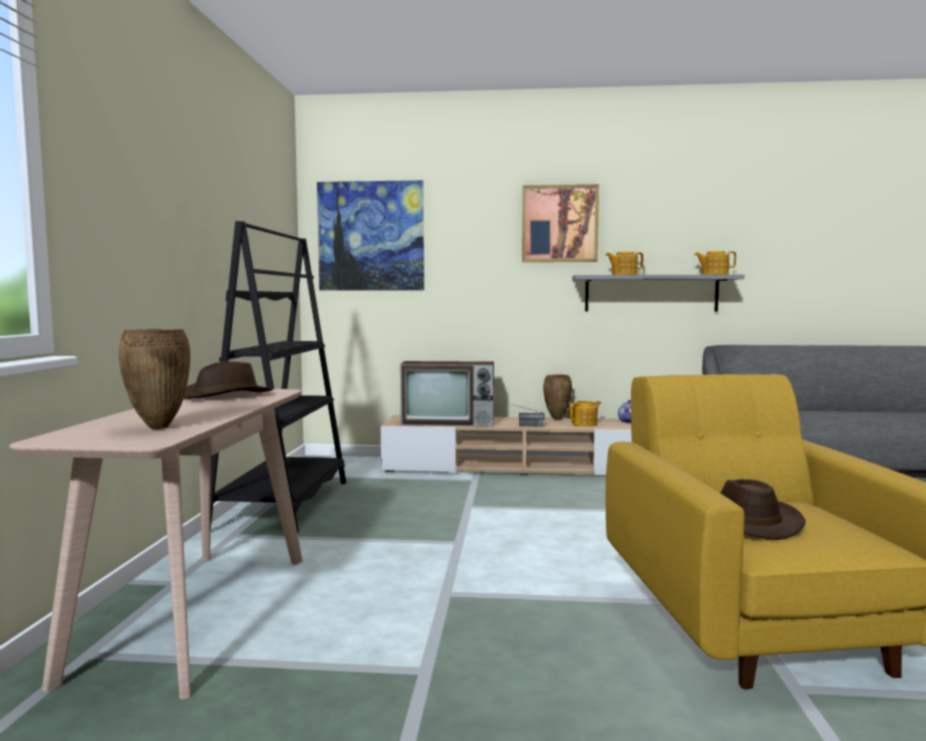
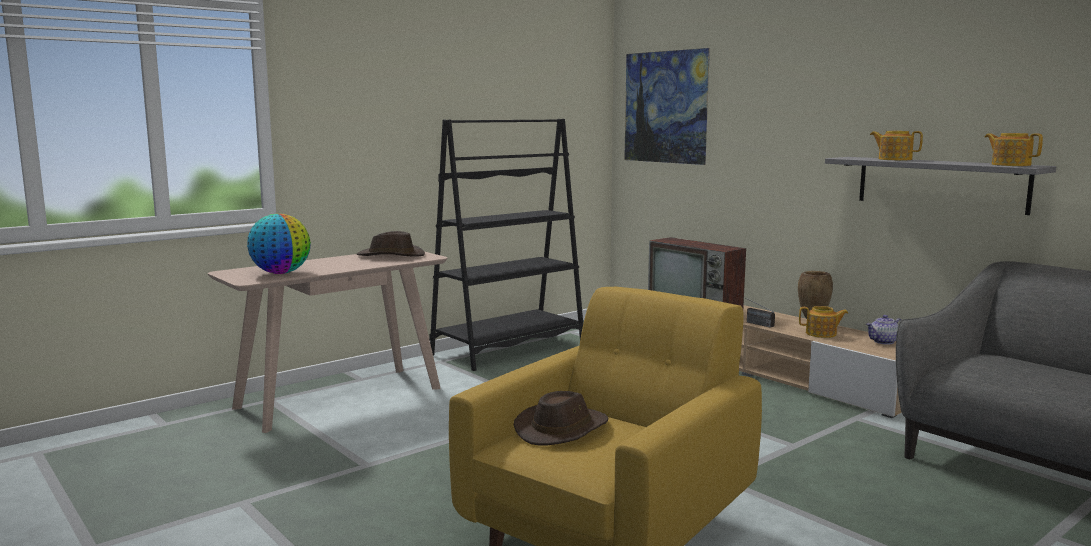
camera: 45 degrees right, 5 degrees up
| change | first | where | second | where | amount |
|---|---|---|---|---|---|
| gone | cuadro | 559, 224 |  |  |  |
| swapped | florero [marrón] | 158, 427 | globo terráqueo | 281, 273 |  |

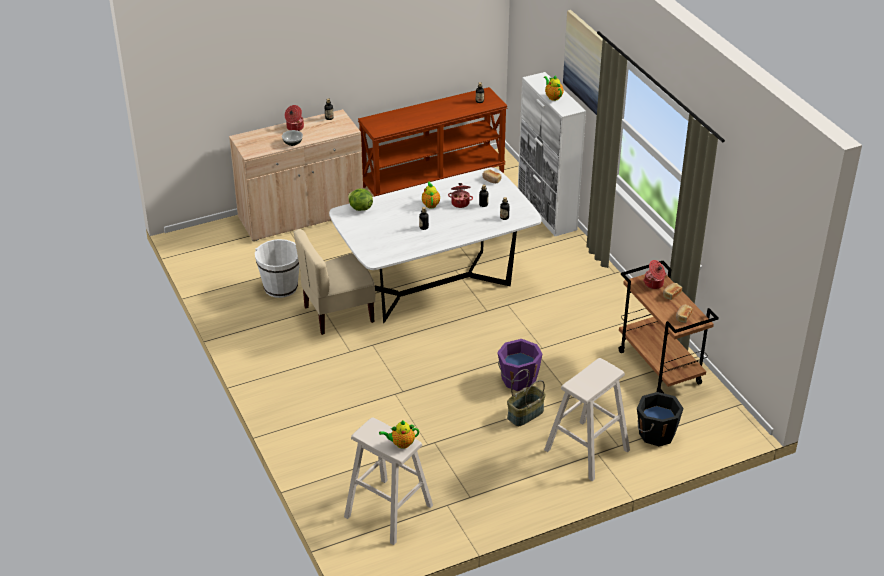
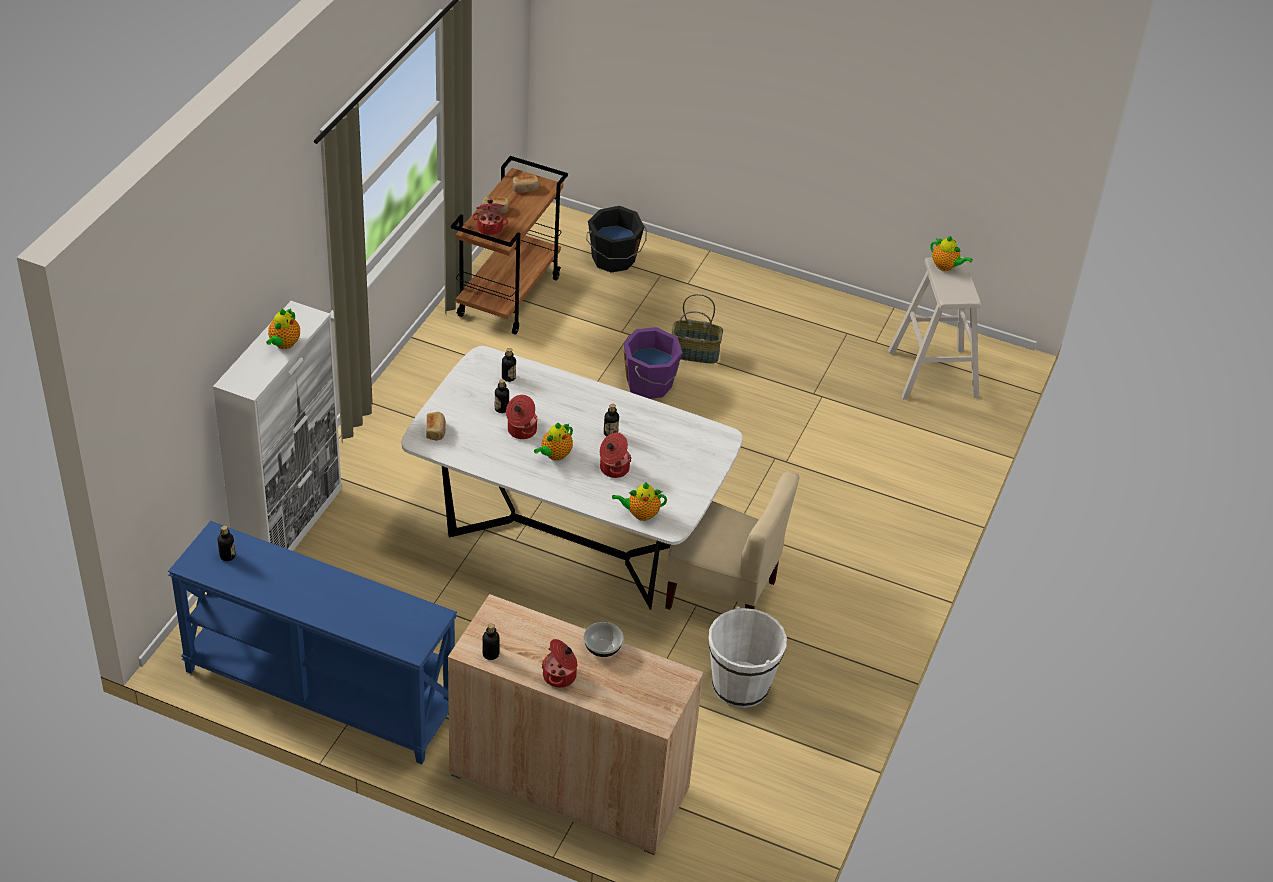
camera: 135 degrees left, 5 degrees up
| change | first | where | second | where | amount |
|---|---|---|---|---|---|
| gone | taburete [beis] | 586, 450 |  |  |  |
| gone | cuadro | 586, 62 |  |  |  |
| new |  |  | olla | 613, 468 |  |
| swapped | lechuga | 360, 208 | tetera | 640, 514 |  |
| repainted | mesa consola [marrón] | 433, 178 | mesa consola [azul] | 318, 693 |  |

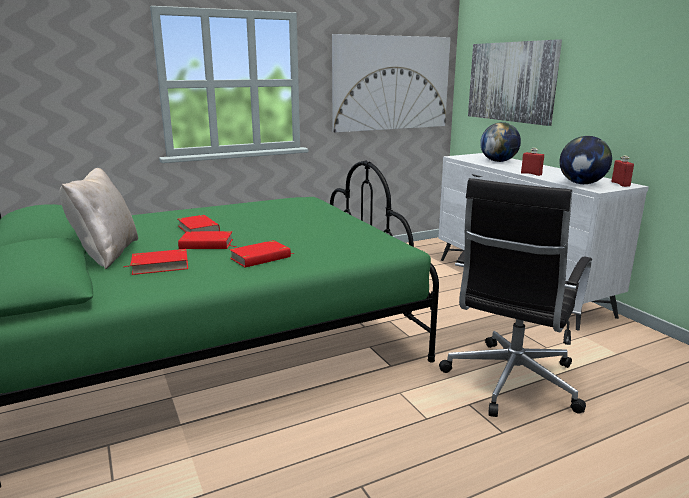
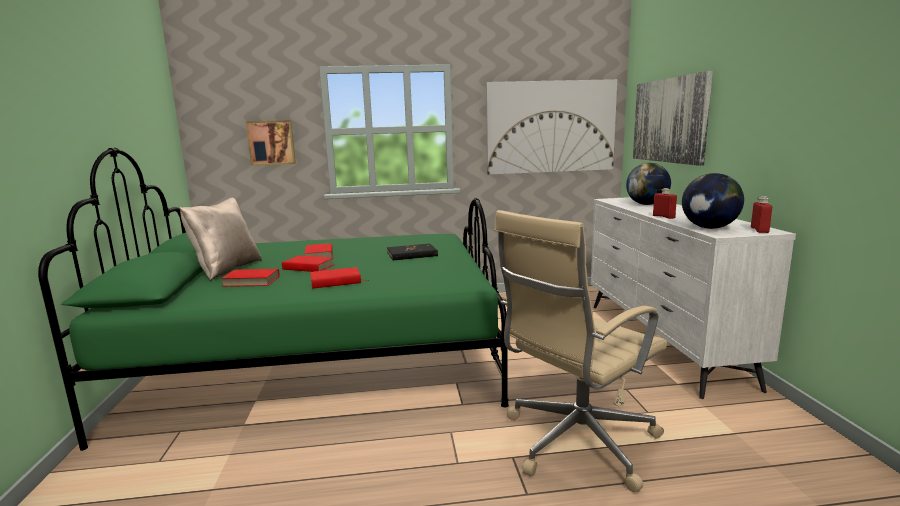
camera: 20 degrees right, 5 degrees down
| change | first | where | second | where | amount |
|---|---|---|---|---|---|
| new |  |  | cuadro | 271, 142 |  |
| new |  |  | libro [negro] | 412, 254 |  |
| repainted | silla de oficina [negro] | 510, 382 | silla de oficina [beis] | 576, 442 |  |

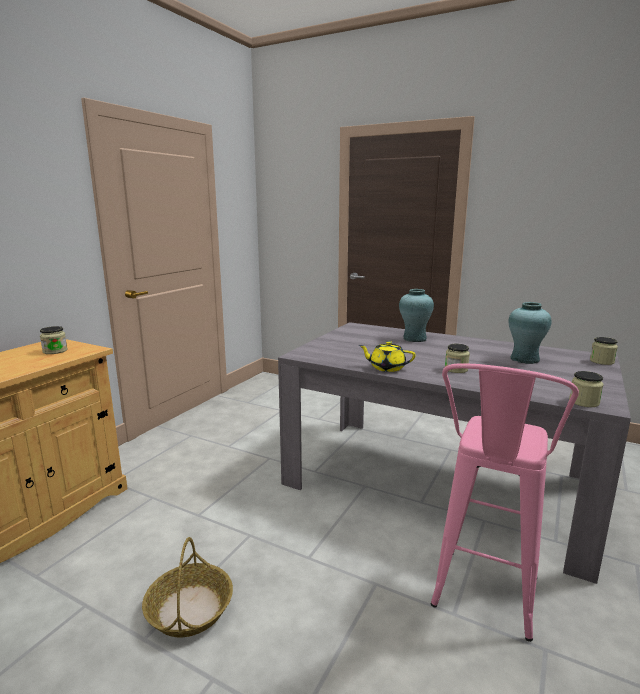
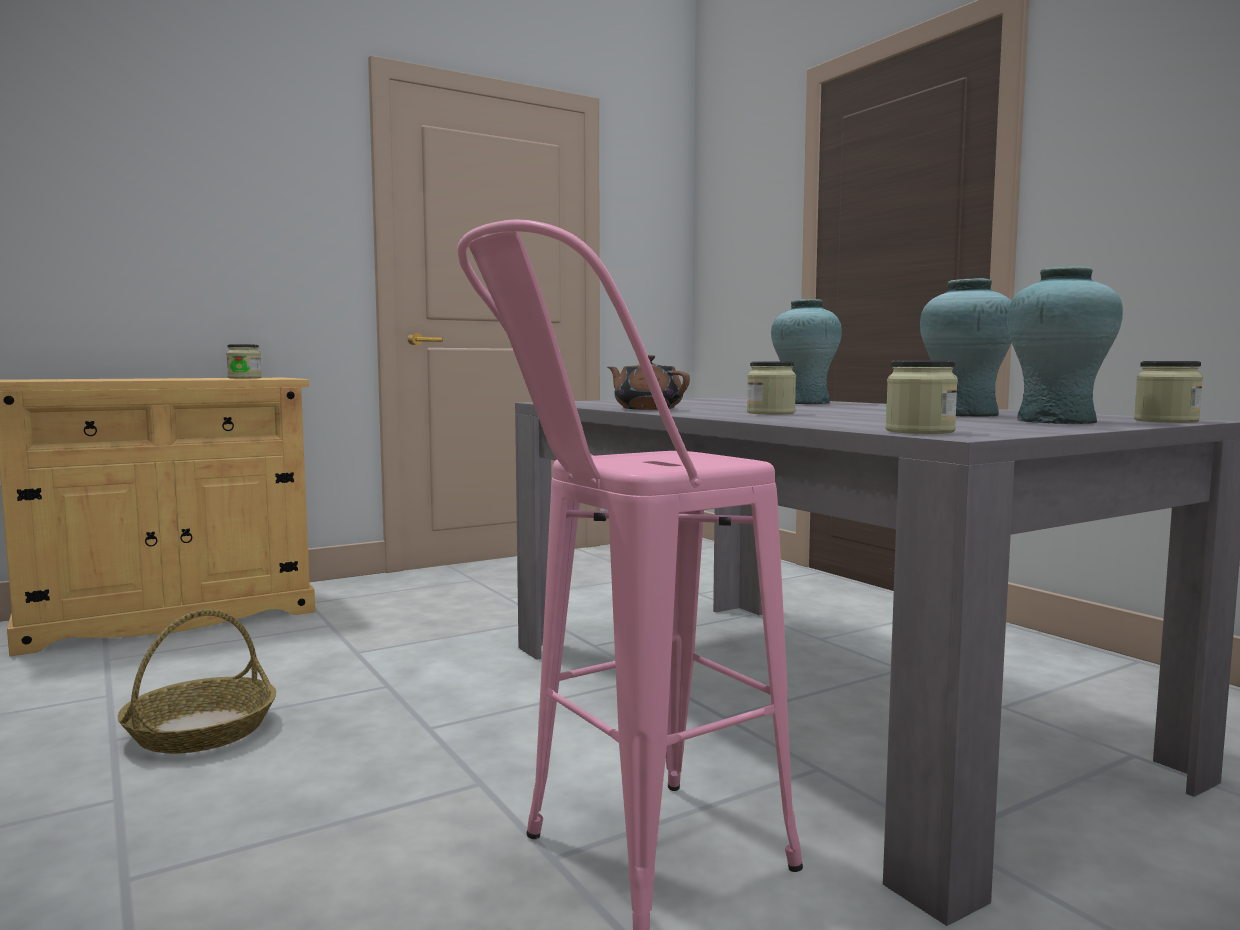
camera: 30 degrees right, 10 degrees down
| change | first | where | second | where | amount |
|---|---|---|---|---|---|
| new |  |  | florero [turquesa] | 1055, 421 |  |
| repainted | tetera [amarillo] | 386, 368 | tetera [marrón] | 647, 409 |  |

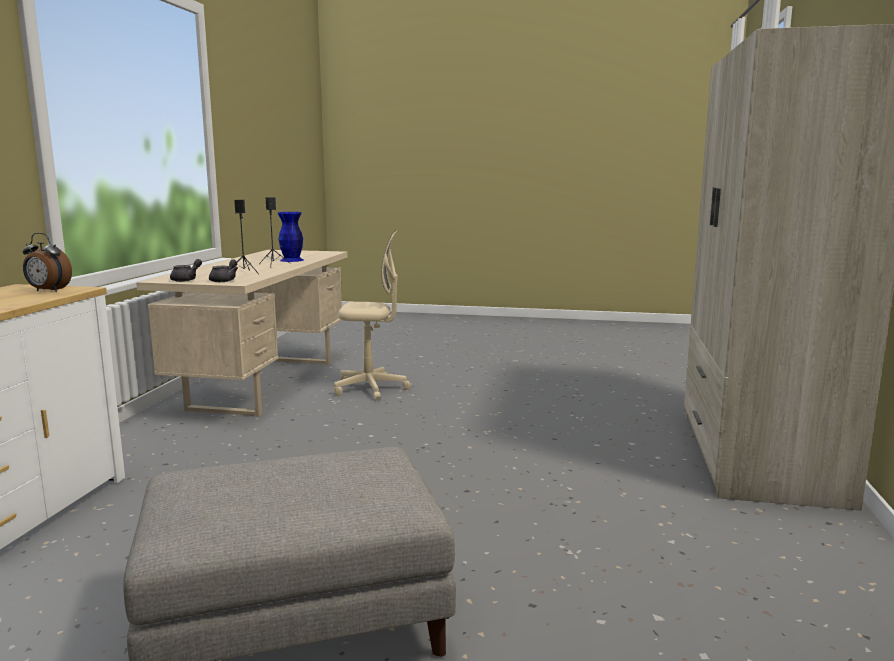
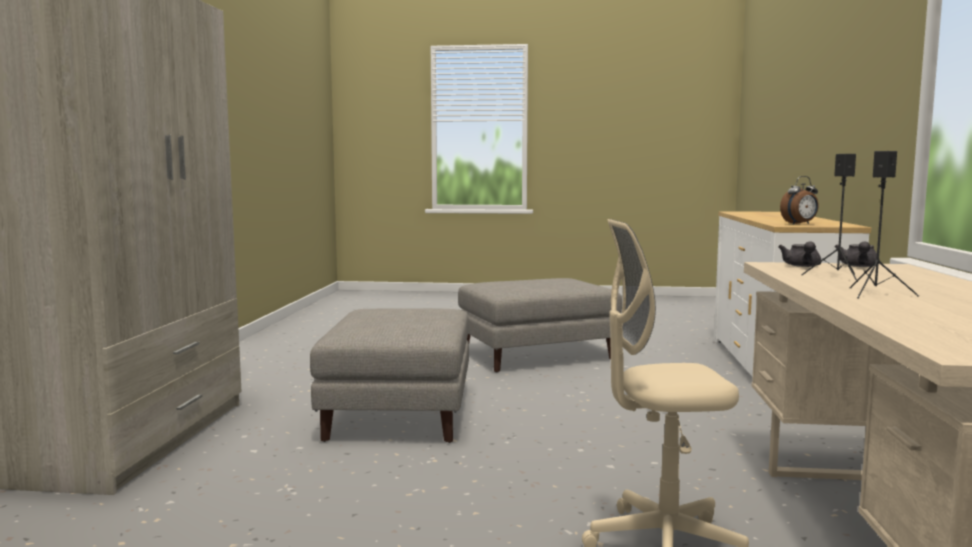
camera: 175 degrees right, 5 degrees down
| change | first | where | second | where | amount |
|---|---|---|---|---|---|
| gone | florero [azul] | 291, 260 |  |  |  |
| new |  |  | puf [gris] | 398, 412 |  |
| rotated | despertador | 48, 291 |  | 799, 224 | 150 degrees clockwise |

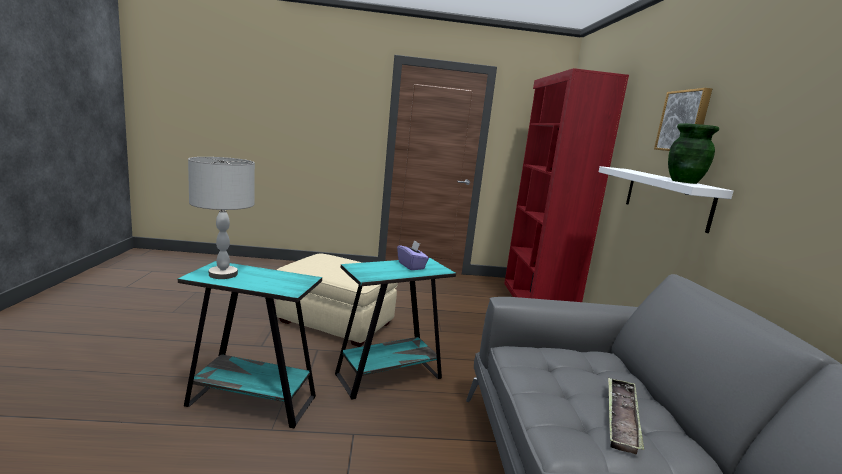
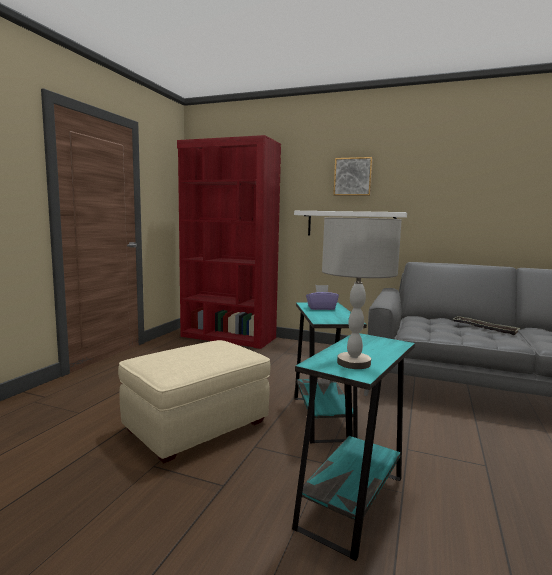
camera: 65 degrees left, 5 degrees down
| change | first | where | second | where | amount |
|---|---|---|---|---|---|
| gone | florero [verde] | 683, 181 |  |  |  |

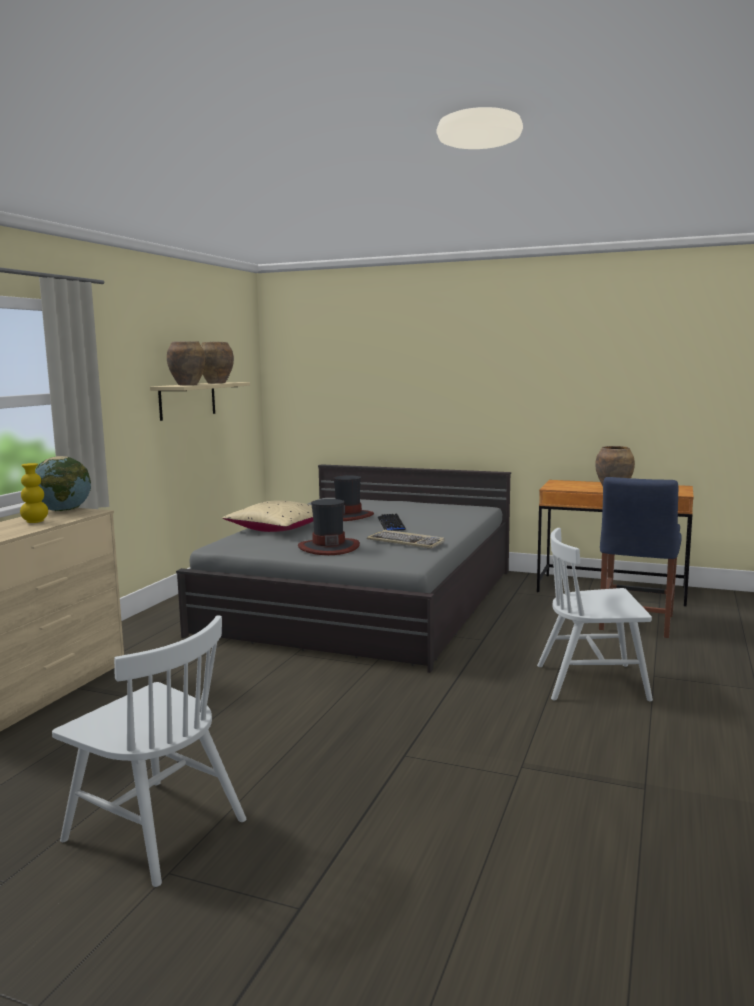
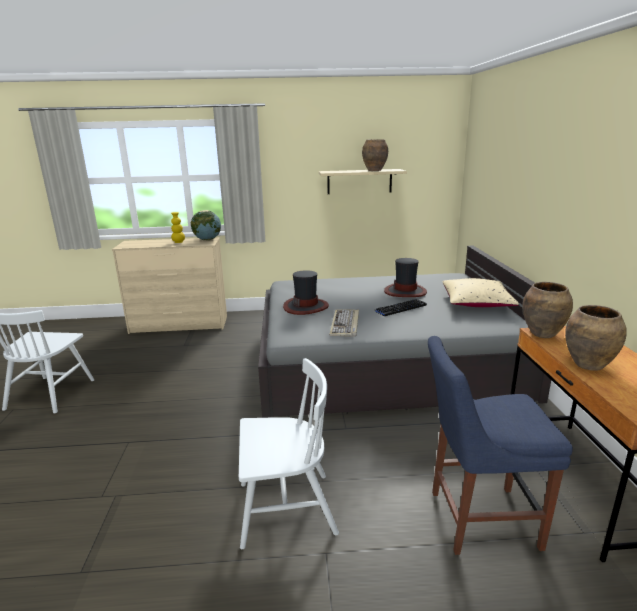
camera: 65 degrees right, 10 degrees up
| change | first | where | second | where | amount |
|---|---|---|---|---|---|
| shifted | florero [marrón] | 188, 385 |  | 543, 334 |  |
| shifted | cojín [beis] | 278, 529 |  | 476, 303 |  |
| rotated | silla [blanco] | 592, 682 |  | 285, 508 | 105 degrees clockwise |

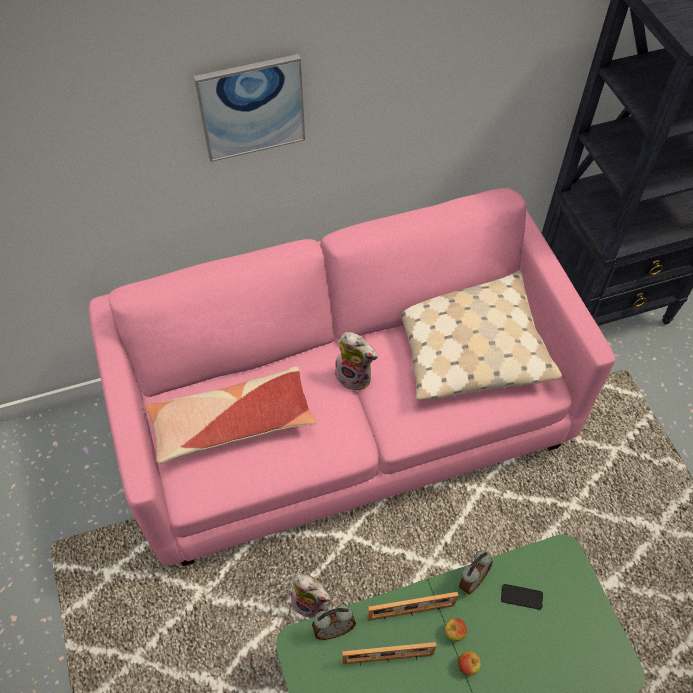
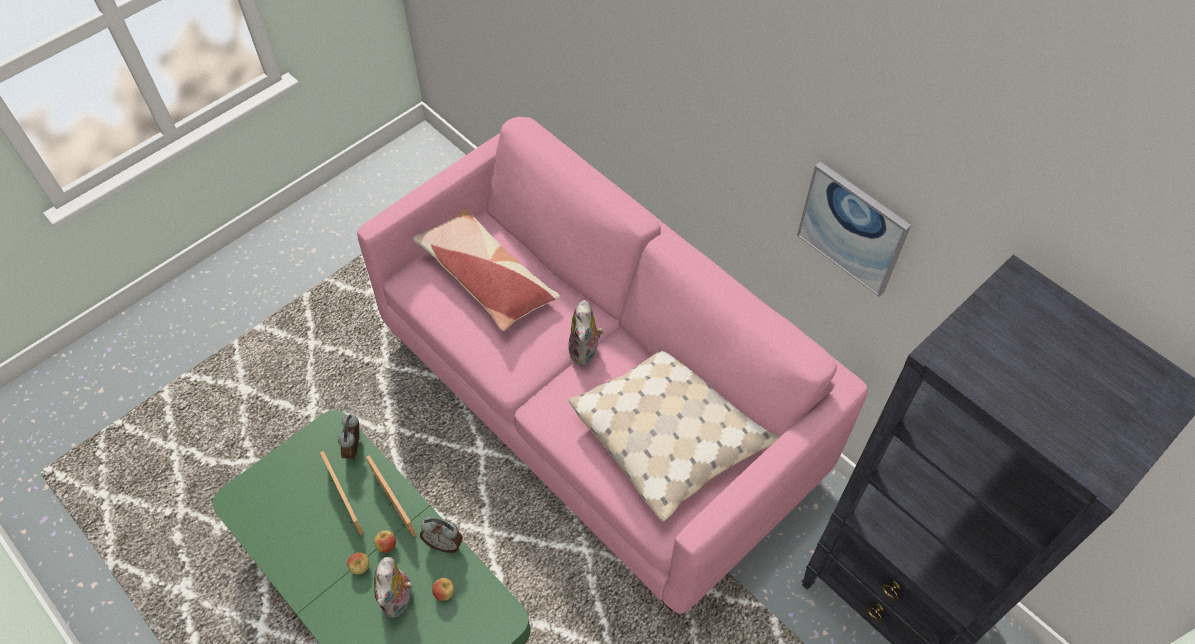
camera: 65 degrees right, 0 degrees up
| change | first | where | second | where | amount |
|---|---|---|---|---|---|
| shifted | cuadro | 251, 107 |  | 852, 228 |  |
| shifted | peluche | 311, 602 |  | 399, 599 |  |
| swapped | móvil | 521, 597 | manzana | 444, 593 |  |
| rotated | despertador | 333, 628 |  | 355, 448 | 45 degrees clockwise |

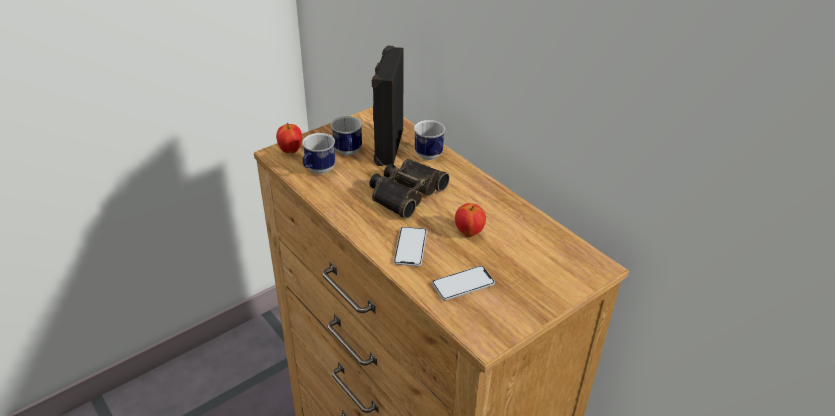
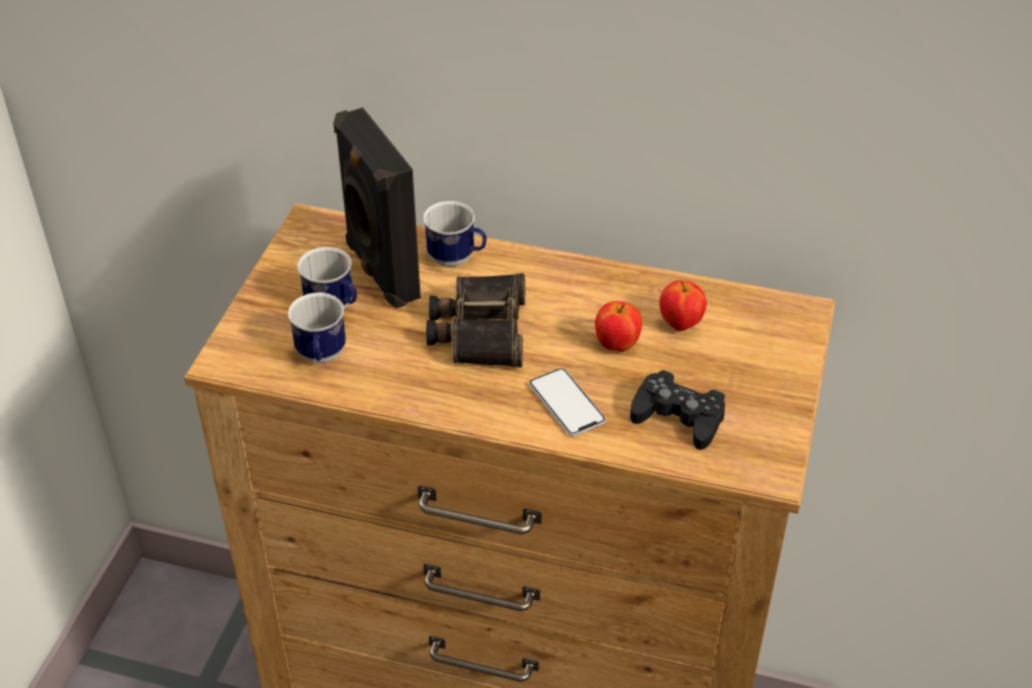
camera: 35 degrees left, 5 degrees up
| change | first | where | second | where | amount |
|---|---|---|---|---|---|
| shifted | manzana | 290, 150 |  | 680, 324 |  |
| swapped | móvil | 463, 284 | mando de consola [negro] | 678, 417 |  |

